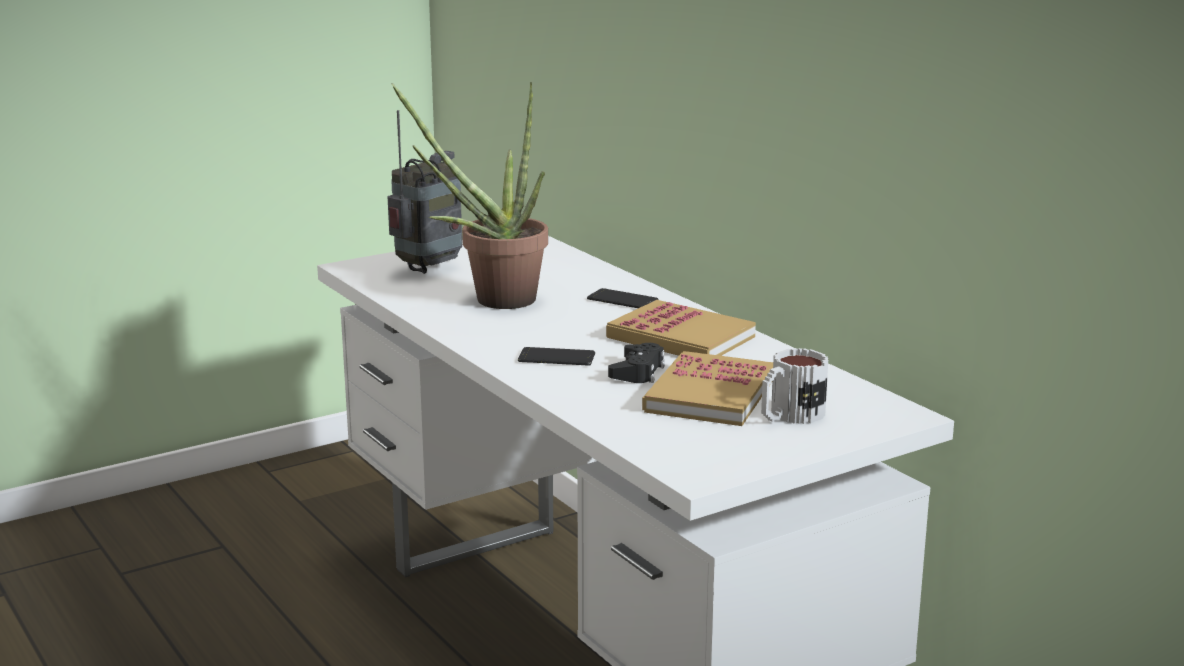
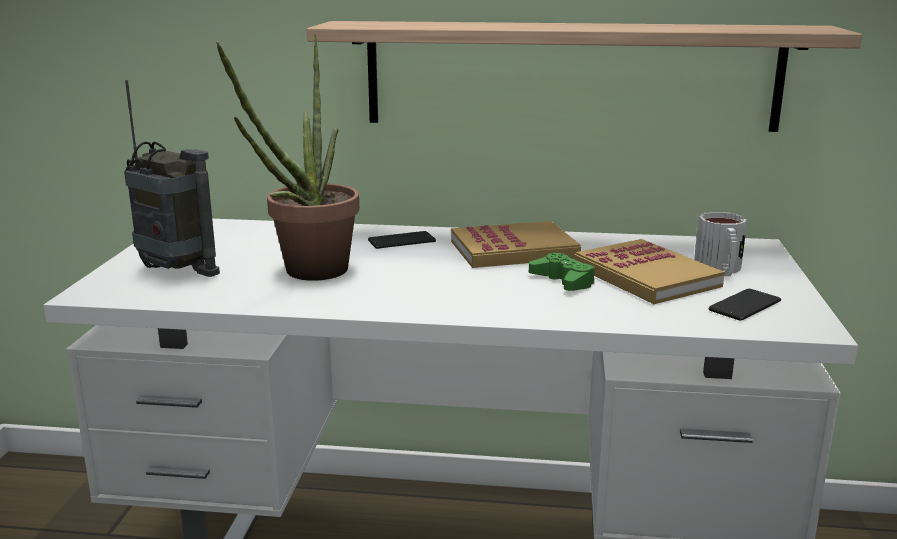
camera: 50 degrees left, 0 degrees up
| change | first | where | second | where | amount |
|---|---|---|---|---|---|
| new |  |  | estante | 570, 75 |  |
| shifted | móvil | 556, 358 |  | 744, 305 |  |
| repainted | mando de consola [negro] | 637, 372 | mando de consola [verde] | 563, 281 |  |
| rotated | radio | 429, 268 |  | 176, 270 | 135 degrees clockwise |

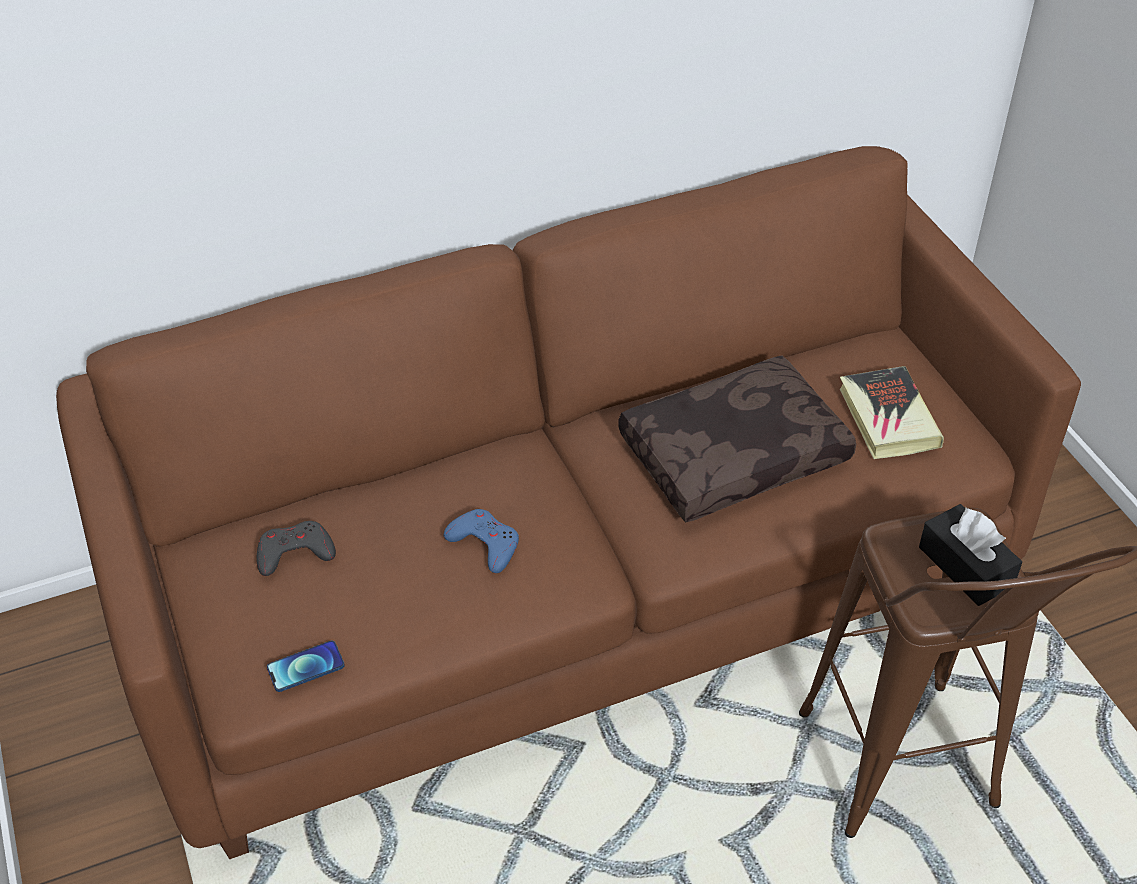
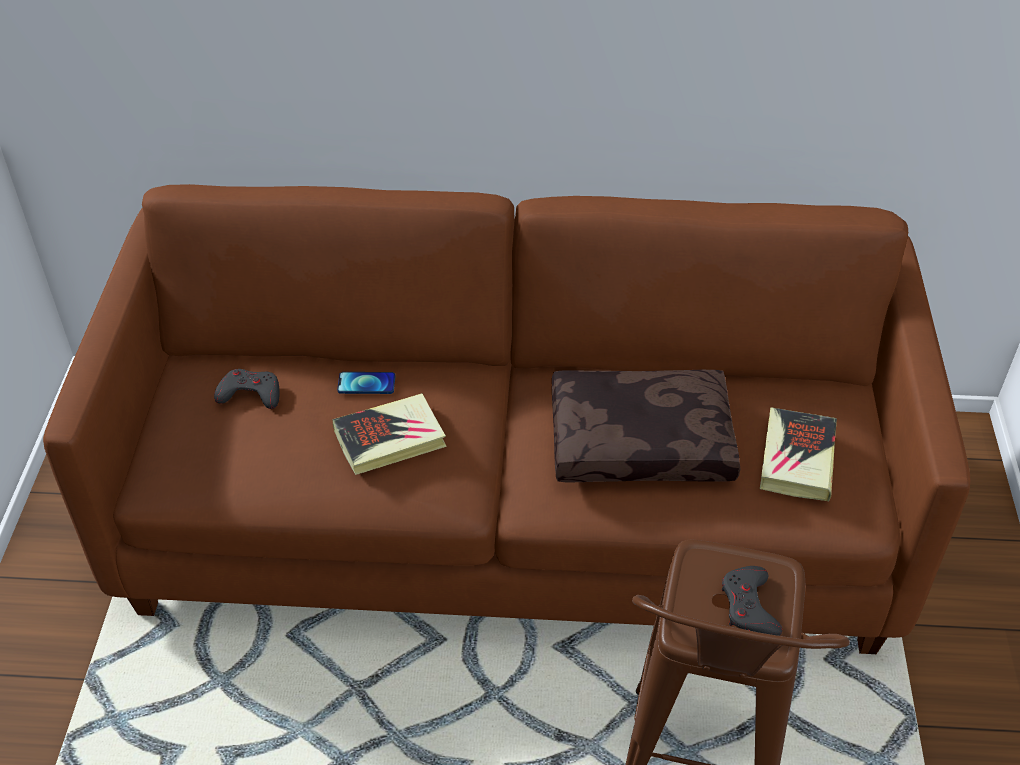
camera: 25 degrees right, 0 degrees up
| change | first | where | second | where | amount |
|---|---|---|---|---|---|
| shifted | móvil | 306, 667 |  | 366, 384 |  |
| swapped | mando de consola [azul] | 485, 544 | libro | 390, 439 |  |
| swapped | caja de pañuelos [negro] | 965, 566 | mando de consola [gris] | 749, 606 |  |

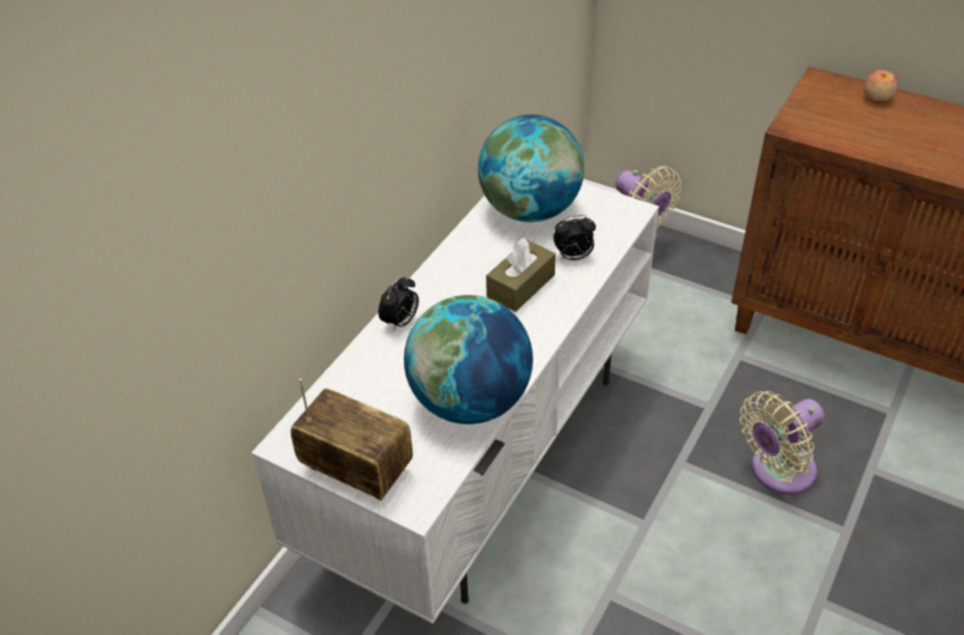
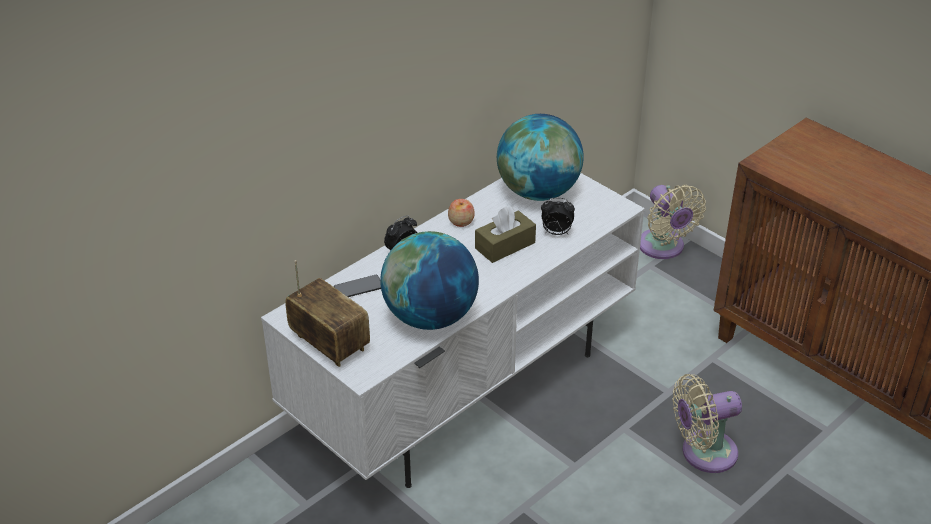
camera: 15 degrees right, 5 degrees down
| change | first | where | second | where | amount |
|---|---|---|---|---|---|
| new |  |  | móvil | 358, 288 |  |
| shifted | manzana | 877, 98 |  | 461, 221 |  |

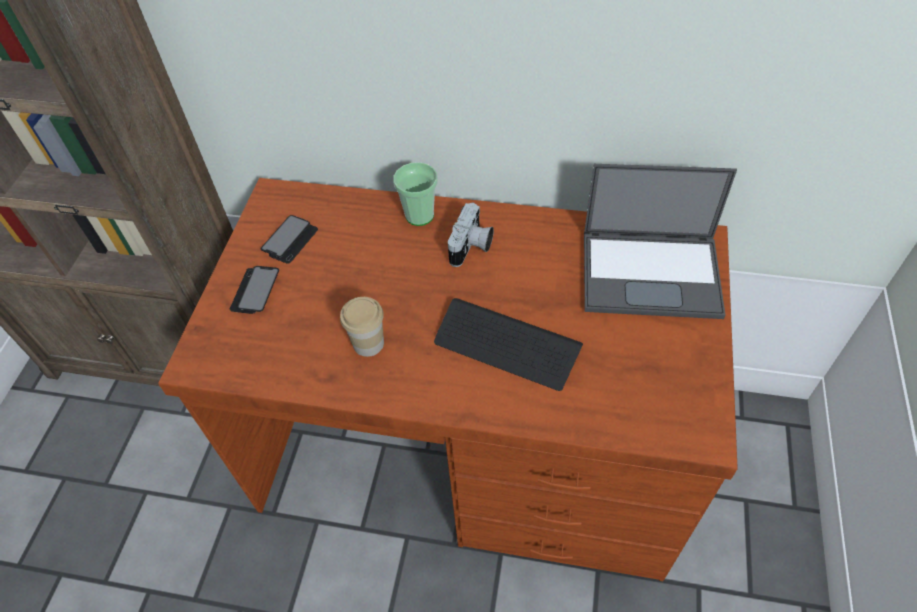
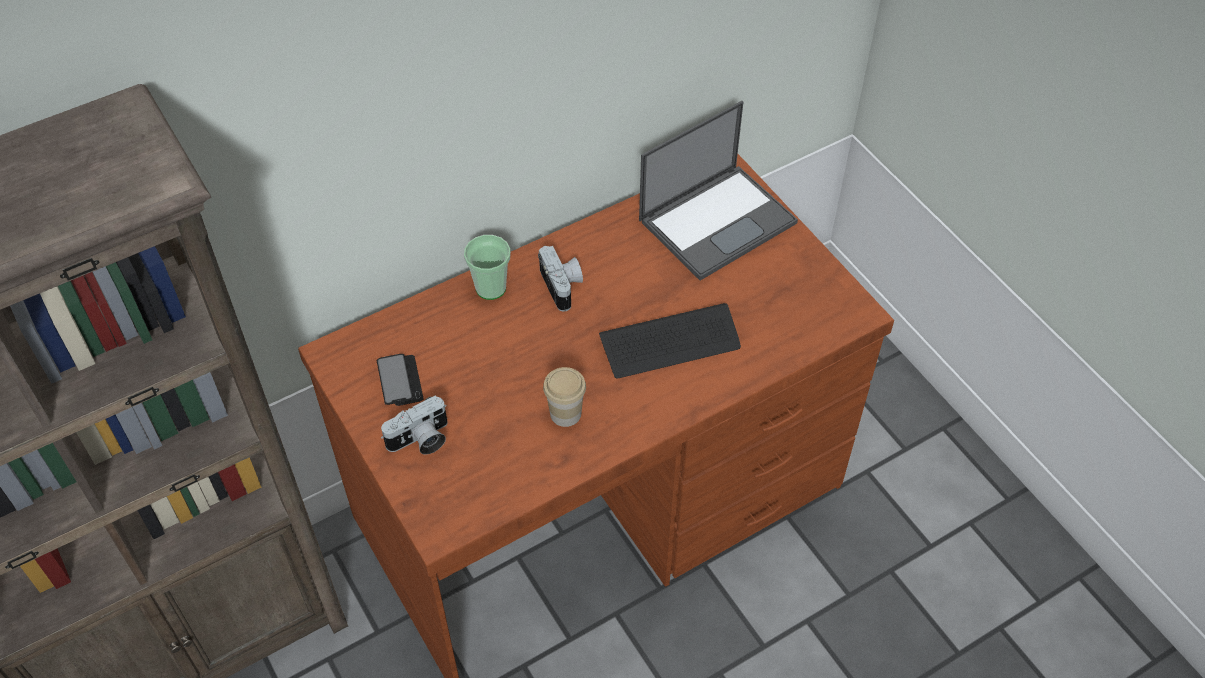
camera: 45 degrees left, 0 degrees up
| change | first | where | second | where | amount |
|---|---|---|---|---|---|
| swapped | móvil | 255, 291 | cámara | 420, 440 |  |

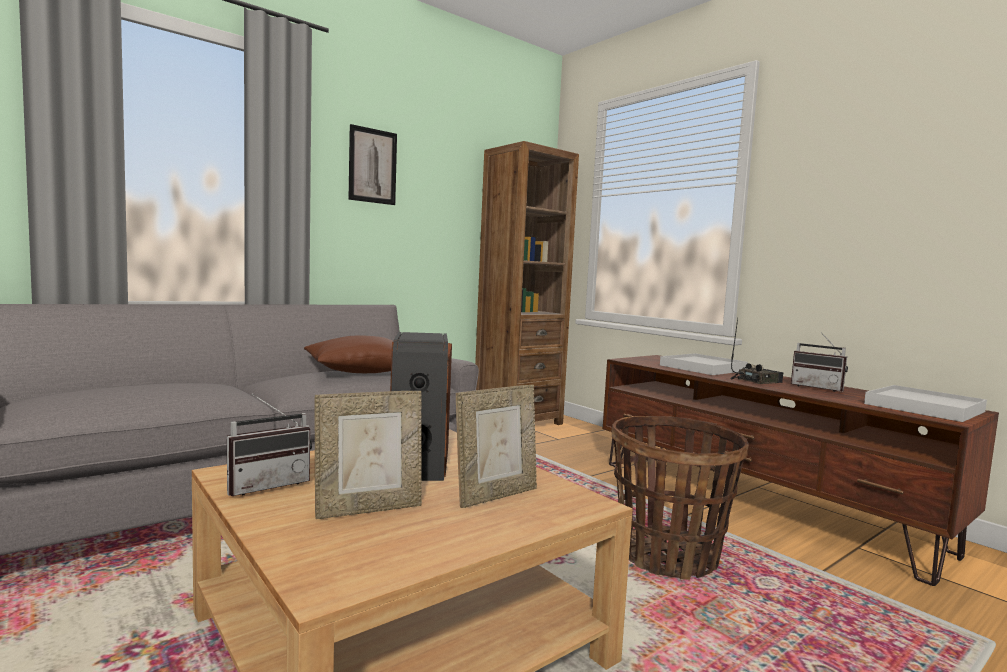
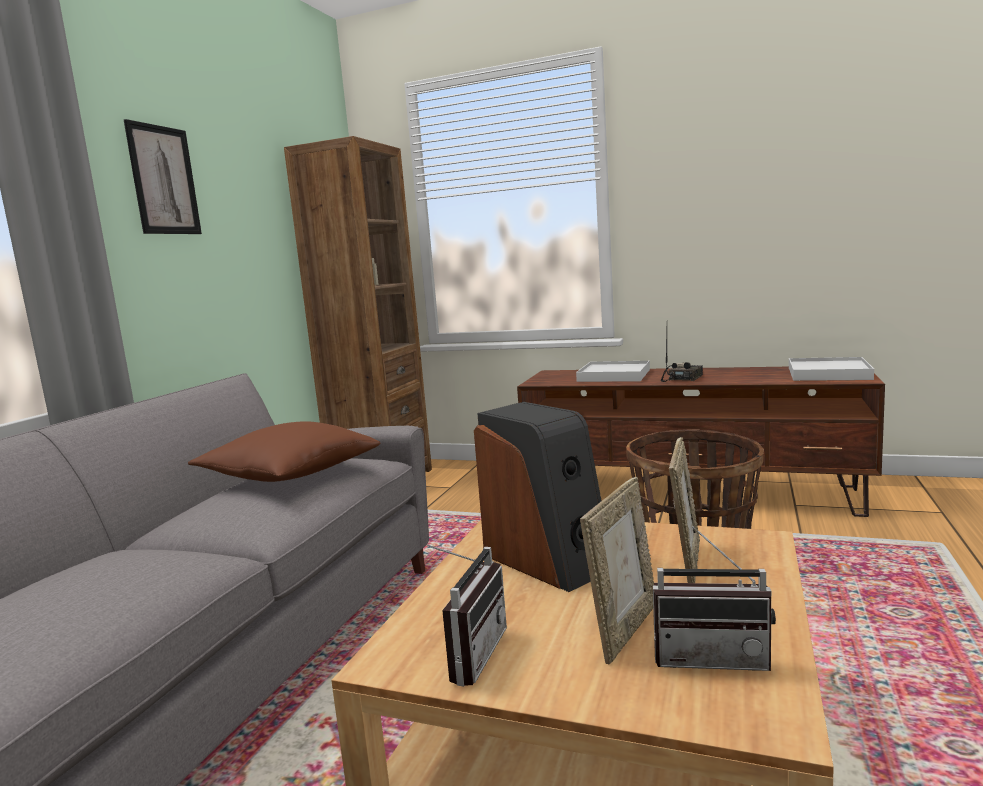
camera: 30 degrees left, 5 degrees up
| change | first | where | second | where | amount |
|---|---|---|---|---|---|
| shifted | radio | 818, 387 |  | 711, 657 |  |

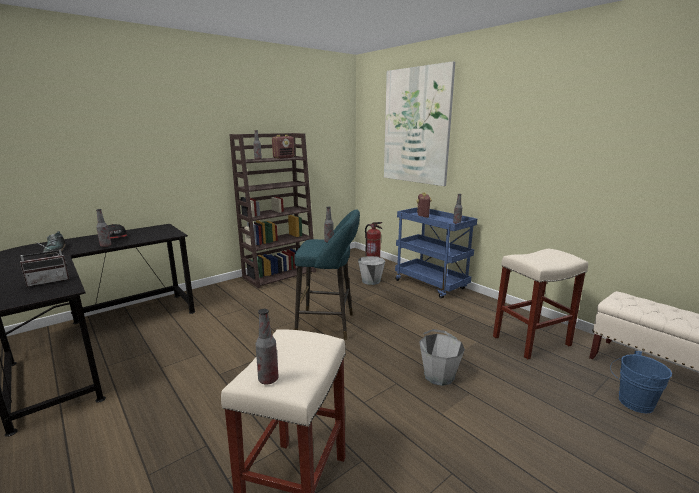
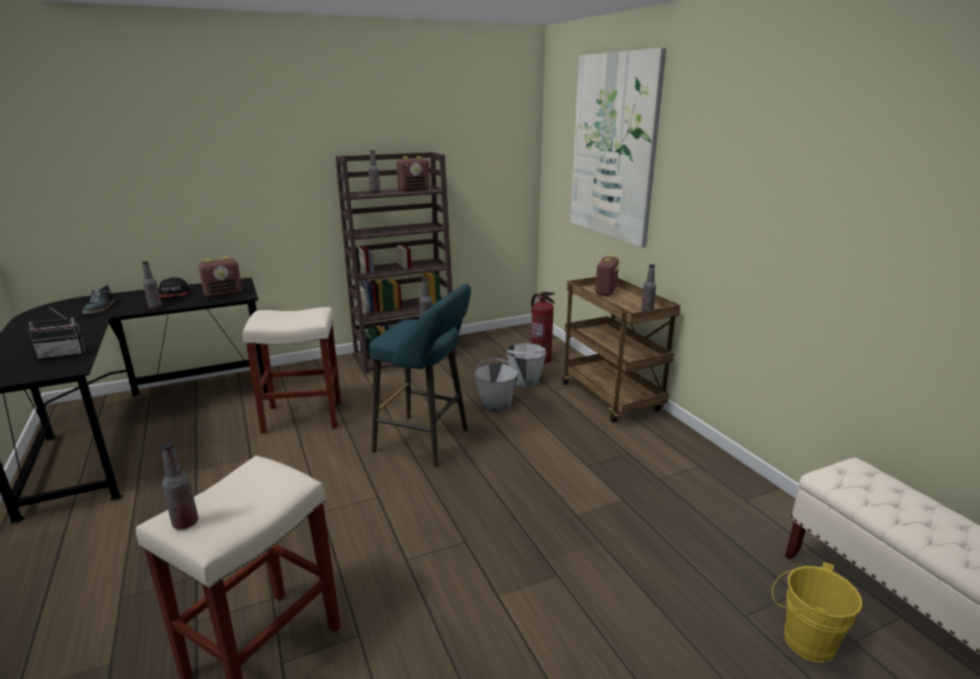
camera: 15 degrees right, 5 degrees up
| change | first | where | second | where | amount |
|---|---|---|---|---|---|
| new |  |  | radio | 224, 294 |  |
| shifted | cubo [gris] | 439, 375 |  | 496, 404 |  |
| shifted | taburete [beis] | 531, 341 |  | 301, 417 |  |
| repainted | carrito [azul] | 431, 285 | carrito [marrón] | 612, 398 |  |
| repainted | cubo [azul] | 631, 402 | cubo [amarillo] | 803, 639 |  |

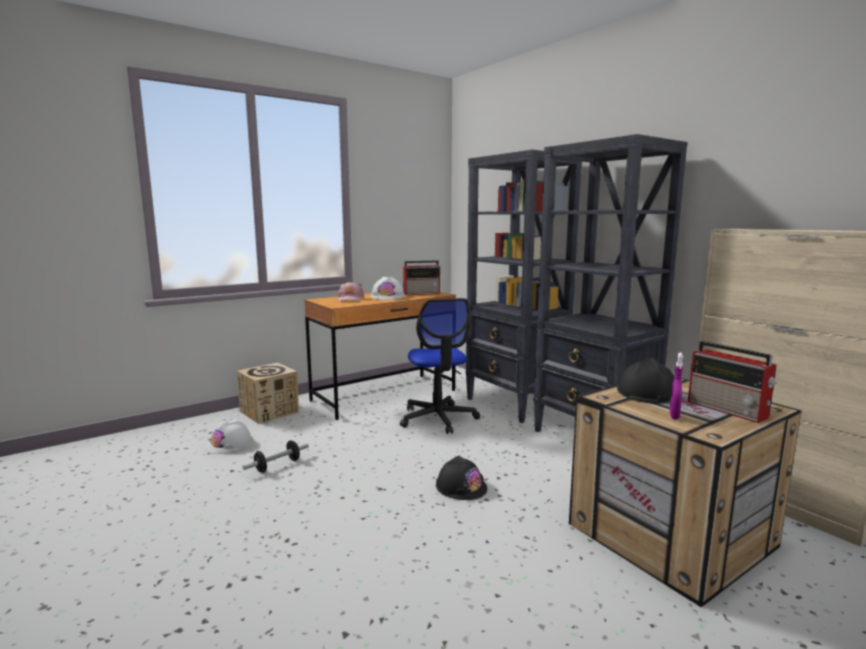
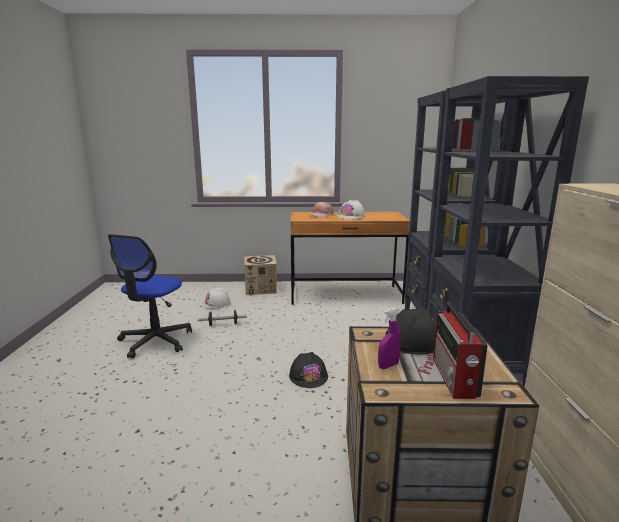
camera: 35 degrees right, 5 degrees up
| change | first | where | second | where | amount |
|---|---|---|---|---|---|
| gone | radio | 422, 293 |  |  |  |
| shifted | silla de oficina | 438, 418 |  | 155, 341 |  |

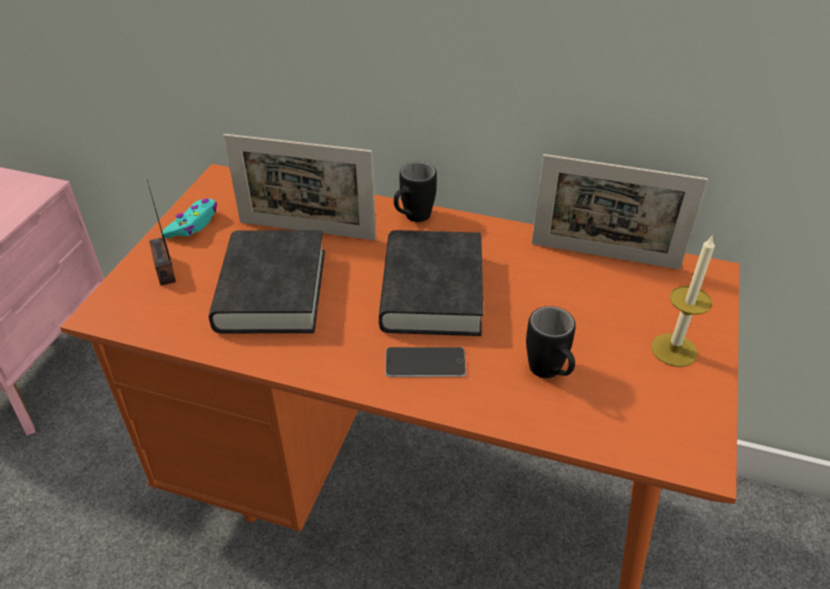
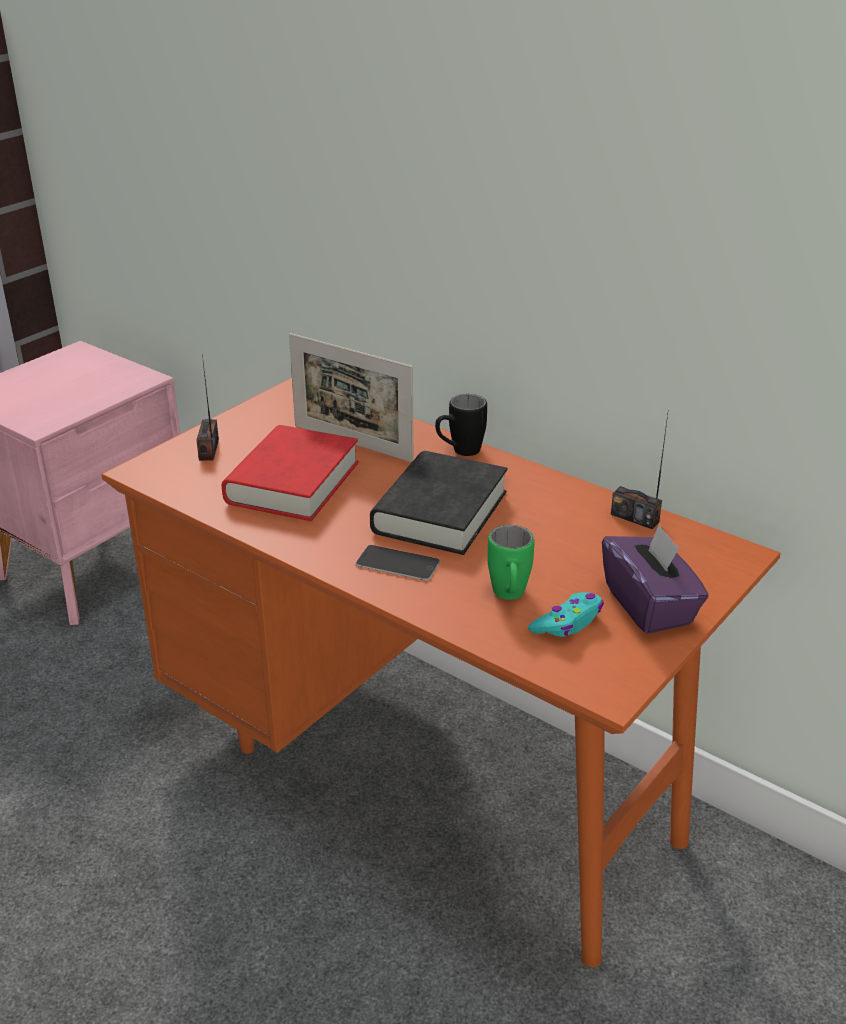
camera: 20 degrees right, 10 degrees down
| change | first | where | second | where | amount |
|---|---|---|---|---|---|
| shifted | mando de consola [turquesa] | 193, 224 |  | 568, 622 |  |
| swapped | portarretratos | 604, 256 | radio | 635, 518 |  |
| swapped | vela | 674, 350 | caja de pañuelos [morado] | 649, 605 |  |
| repainted | libro [negro] | 271, 290 | libro [rojo] | 293, 482 |  |
| repainted | taza grande [negro] | 549, 374 | taza grande [verde] | 509, 597 |  |

